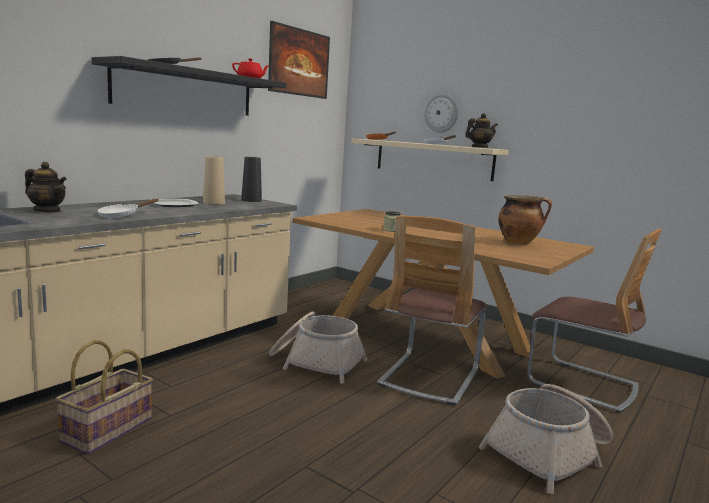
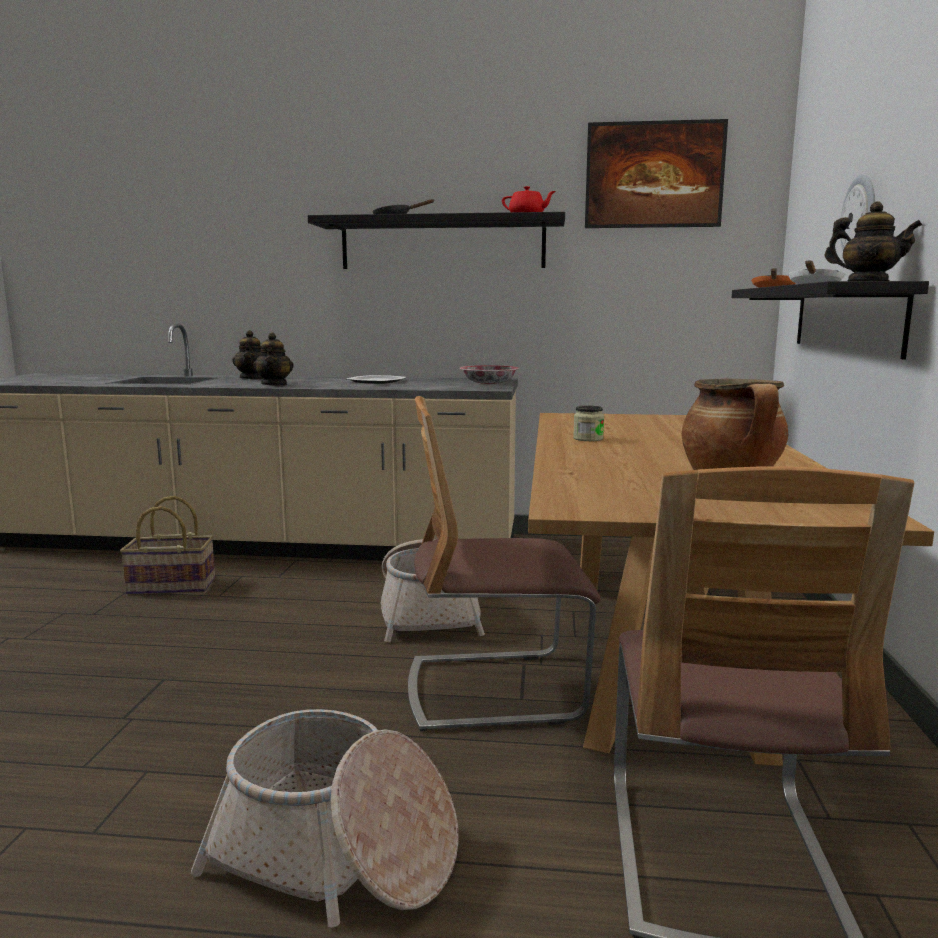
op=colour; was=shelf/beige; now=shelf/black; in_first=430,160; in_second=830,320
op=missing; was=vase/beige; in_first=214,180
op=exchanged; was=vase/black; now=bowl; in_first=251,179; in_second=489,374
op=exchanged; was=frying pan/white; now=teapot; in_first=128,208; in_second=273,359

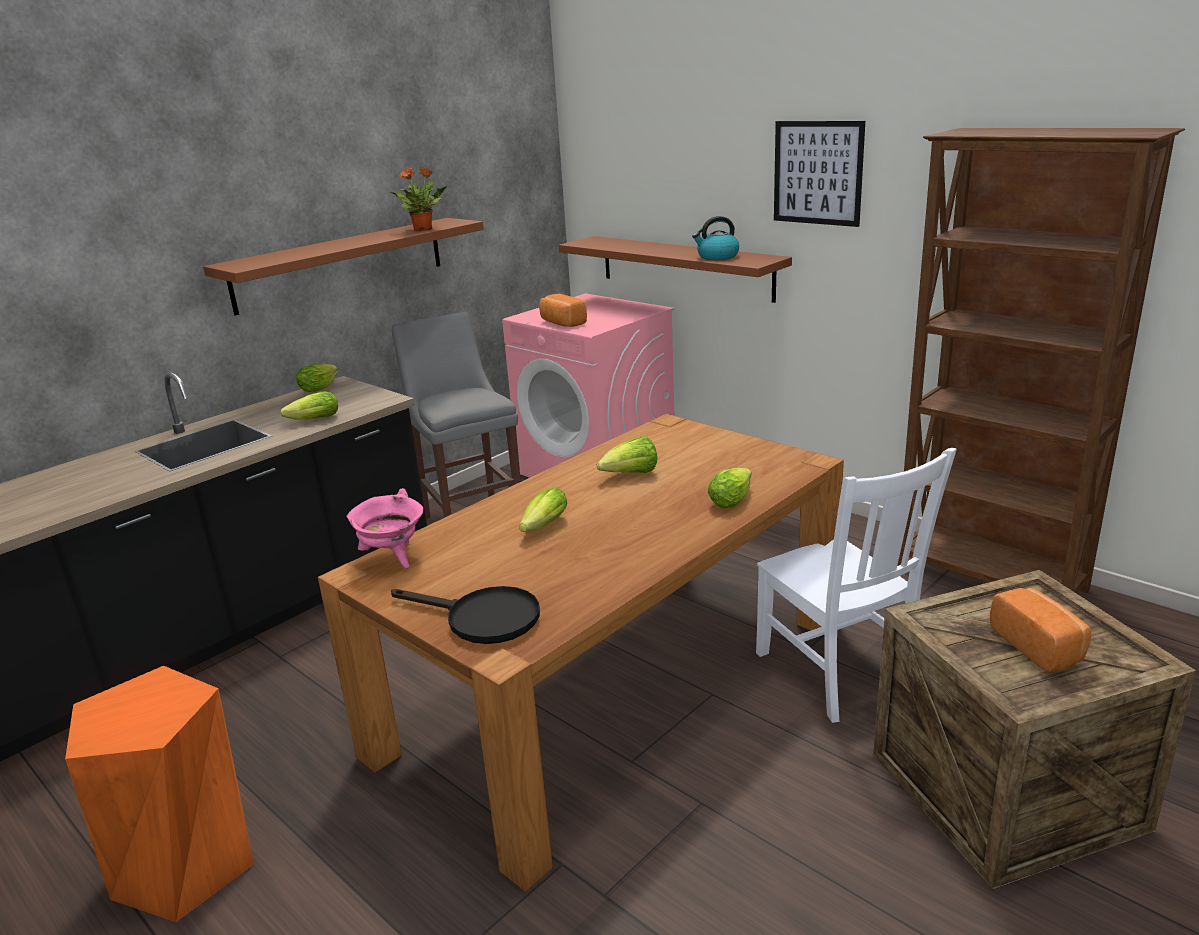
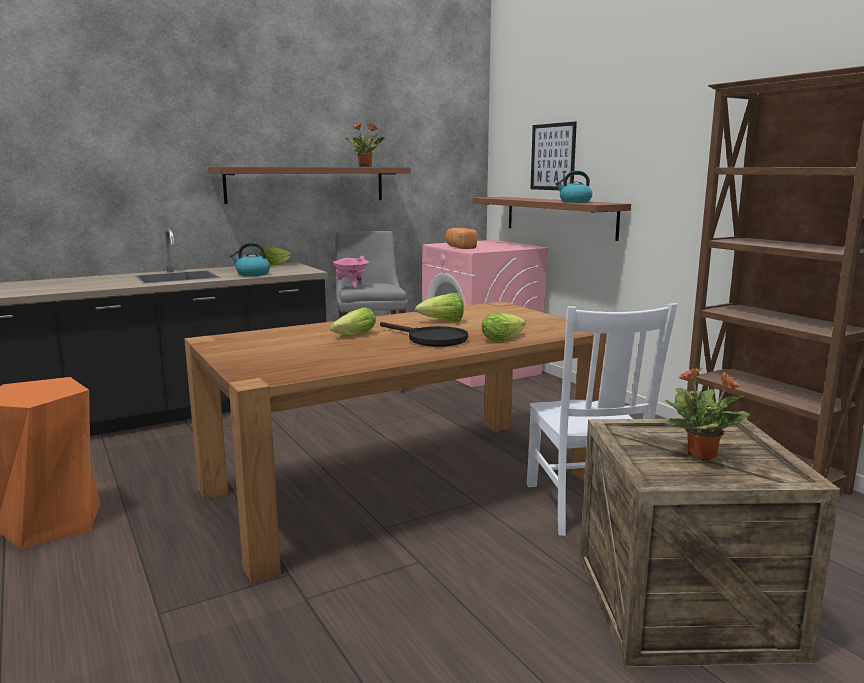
op=relocated; was=picture; in_first=819,174; in_second=554,156
op=exchanged; was=lettuce; now=kettle; in_first=309,405; in_second=250,259
op=relocated; was=cooking pot/pink; in_first=384,528; in_second=351,272
op=relocated; was=frying pan/black; in_first=465,615; in_second=424,334
op=exchanged; was=bread; now=potted plant; in_first=1040,630; in_second=707,414

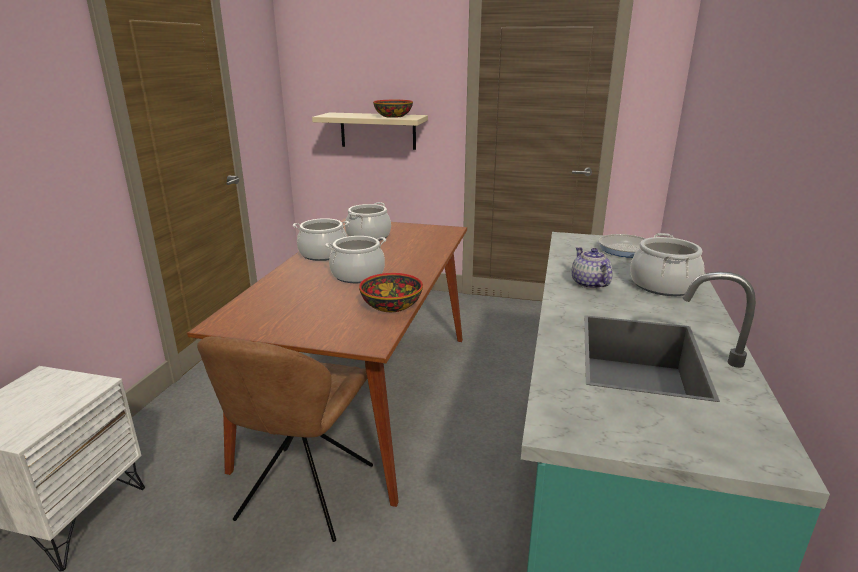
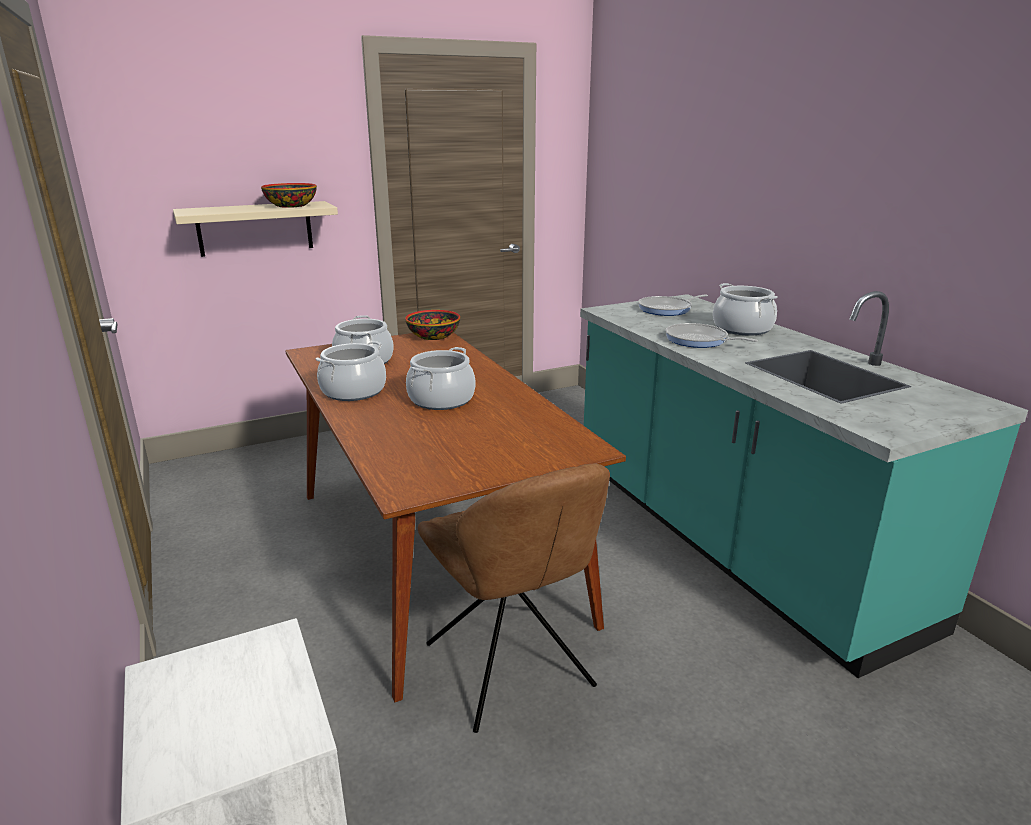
op=exchanged; was=teapot; now=frying pan; in_first=592,268; in_second=711,335
op=relocated; was=bowl; in_first=391,292; in_second=432,325

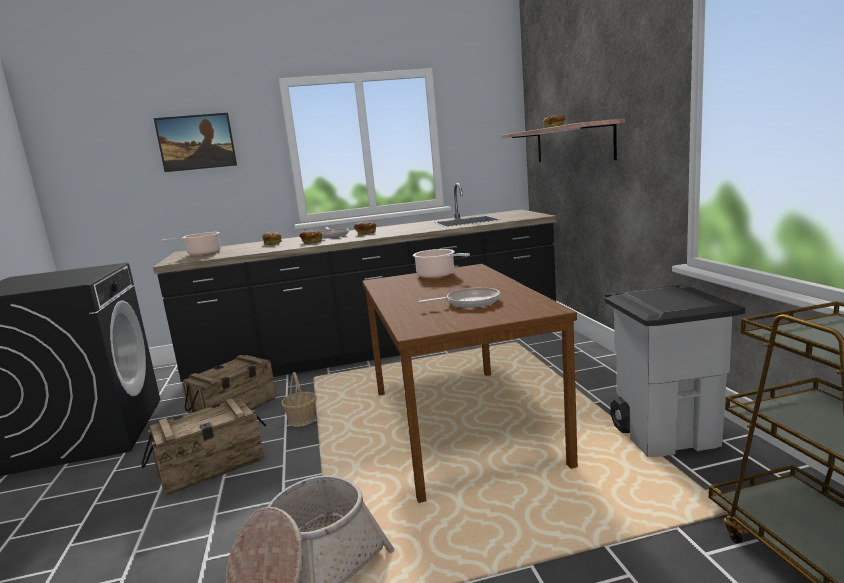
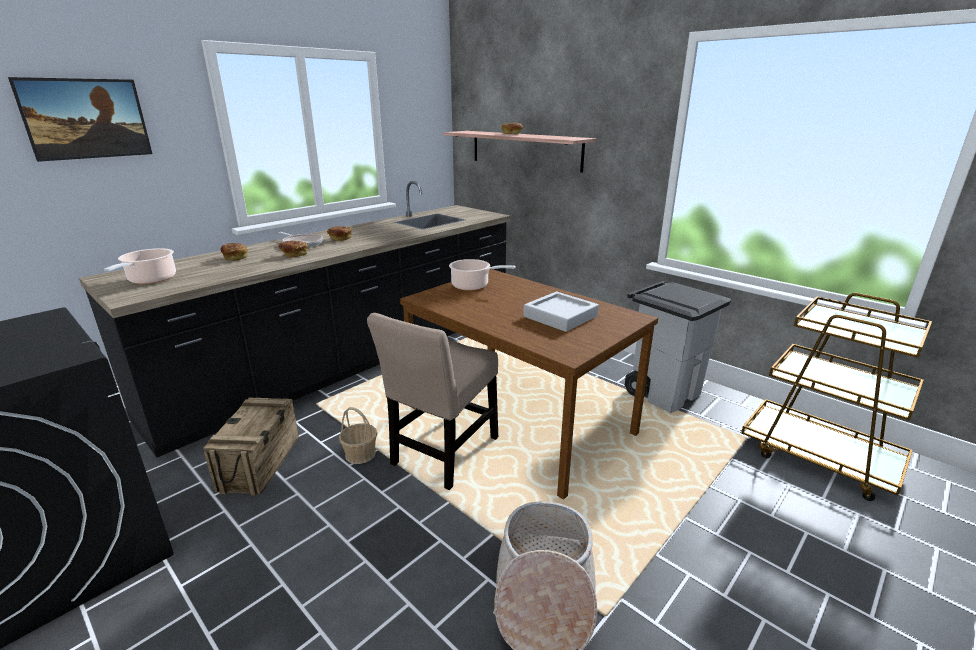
op=exchanged; was=frying pan; now=tray/grey; in_first=459,297; in_second=561,312
op=missing; was=crate; in_first=204,446
op=appeared; now=chair/beige; in_second=432,401

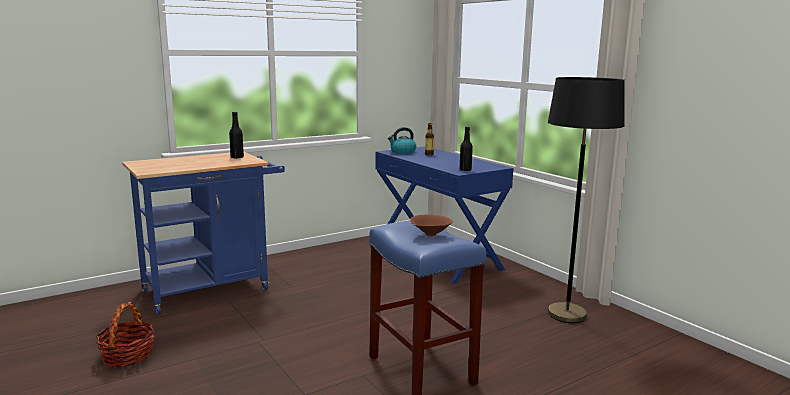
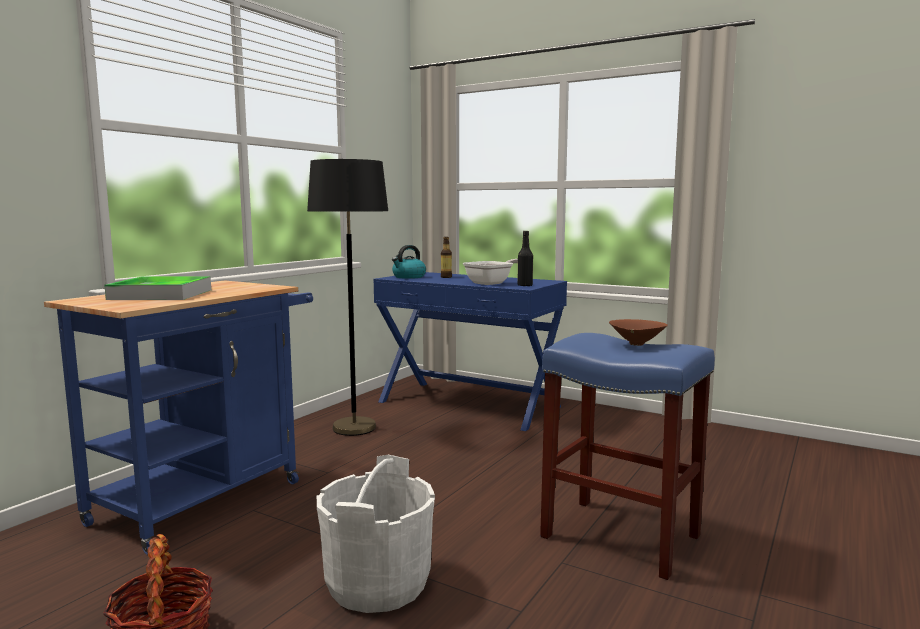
op=relocated; was=floor lamp/black; in_first=586,200; in_second=347,297
op=missing; was=bottle/black; in_first=236,135
op=appeared; now=frying pan; in_second=490,272
op=appeared; now=tray; in_second=157,288
op=appeared; now=bucket/white; in_second=376,534

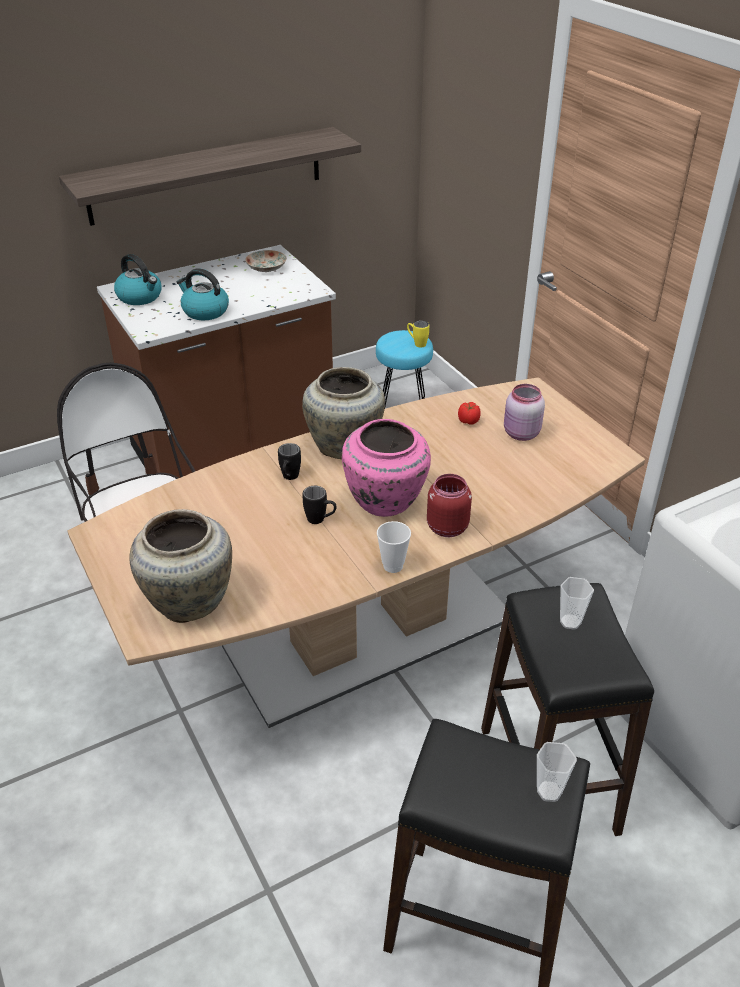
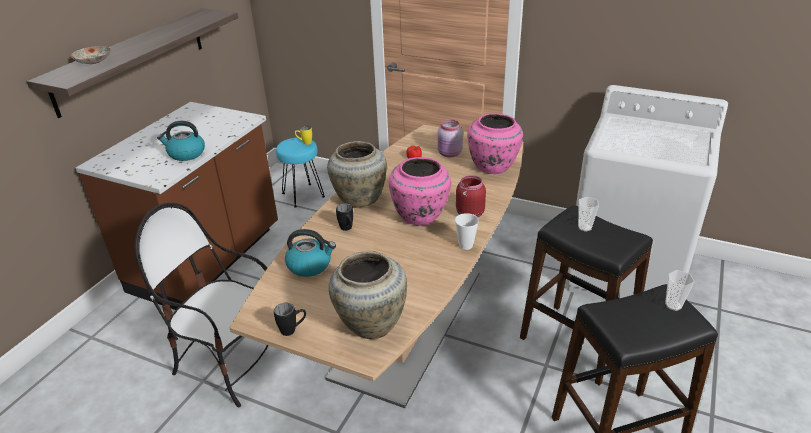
op=relocated; was=plate; in_first=266,261; in_second=91,55
op=relocated; was=kettle; in_first=138,279; in_second=310,253
op=relocated; was=mug/black; in_first=319,505; in_second=290,319
op=appeared; now=vase/pink; in_second=495,143

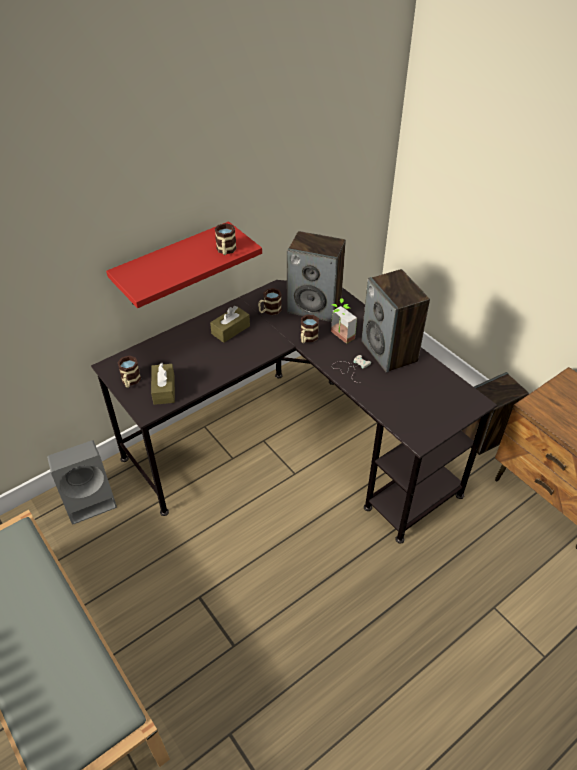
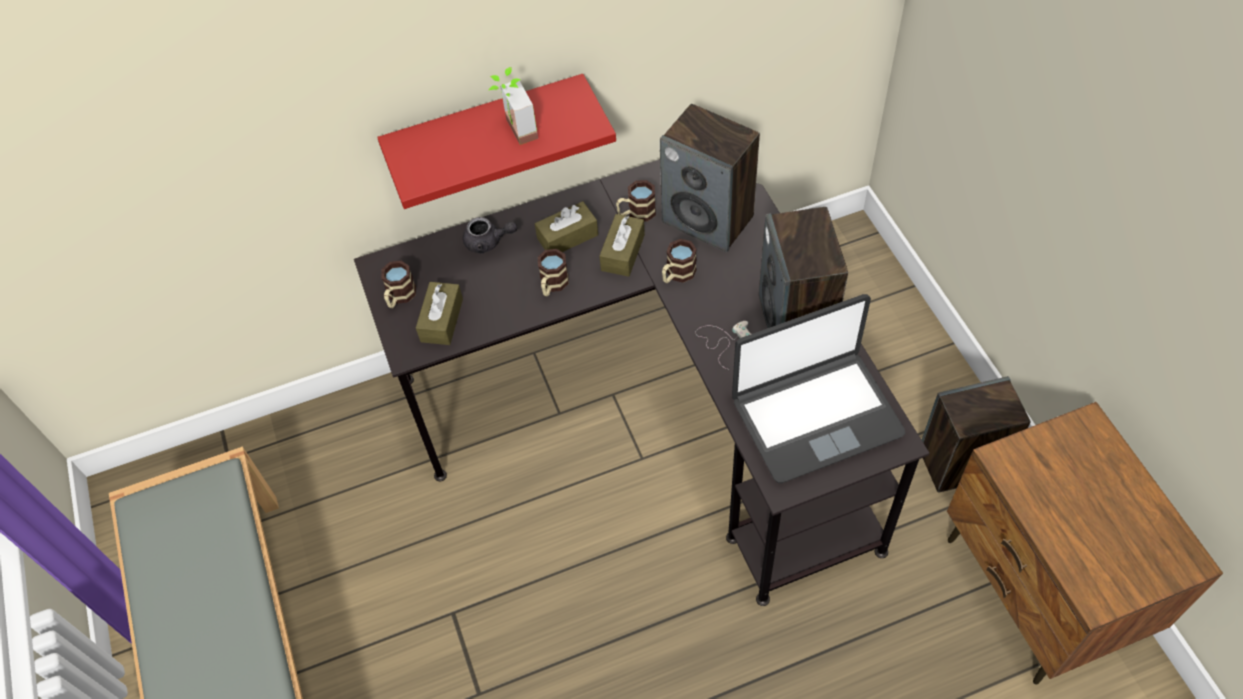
op=relocated; was=mug; in_first=226,239; in_second=553,272
op=relocated; was=potted plant; in_first=344,321; in_second=513,106
op=missing; was=speaker/grey; in_first=82,482
op=appeared; now=tissue box/brown; in_second=622,245
op=appeared; now=teapot/grey; in_second=490,235
op=appeared; now=laptop; in_second=818,388

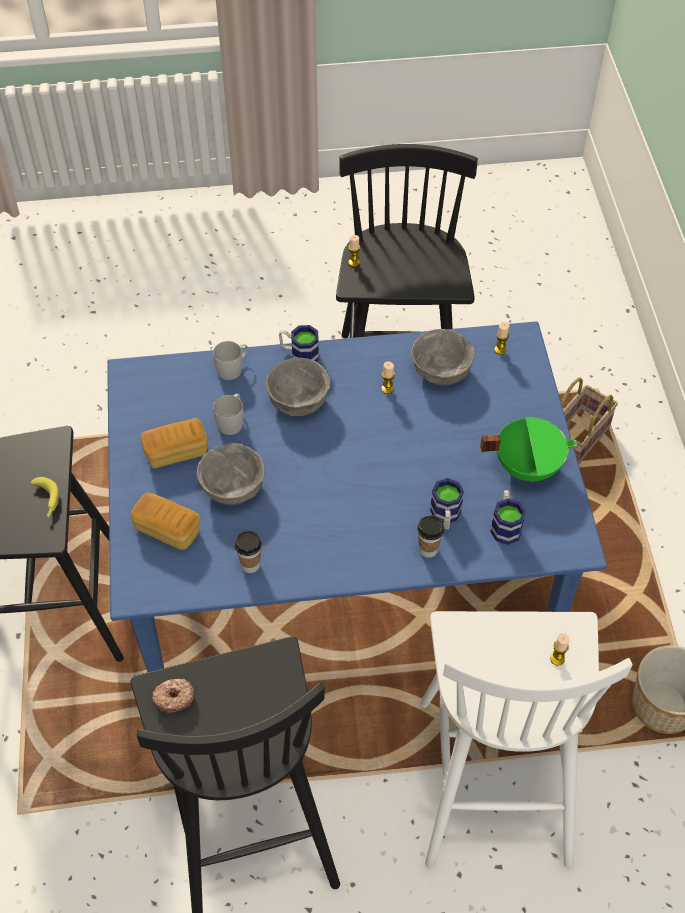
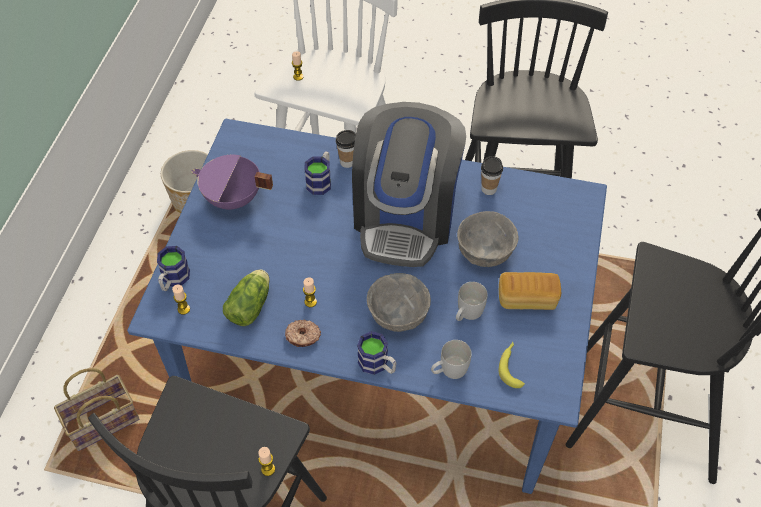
op=exchanged; was=bowl/grey; now=lettuce; in_first=443,357; in_second=246,297
op=colour; was=cooking pot/green; now=cooking pot/purple; in_first=529,449; in_second=232,182
op=relocated; was=banana; in_first=44,497; in_second=512,364
op=relocated; was=mug; in_first=508,517; in_second=173,268
op=missing; was=bread; in_first=165,521
op=relocated; was=donut; in_first=173,696; in_second=303,333
op=appeared; now=coffee machine; in_second=409,184

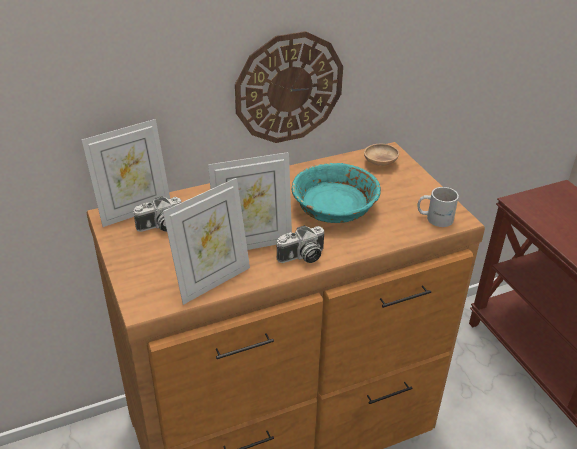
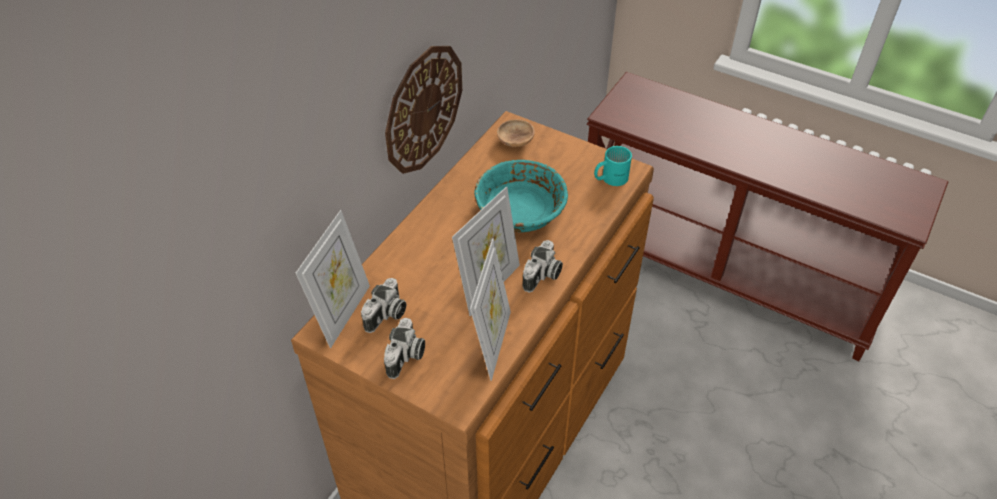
op=colour; was=mug/white; now=mug/turquoise; in_first=438,207; in_second=613,166
op=appeared; now=photo camera; in_second=404,348

